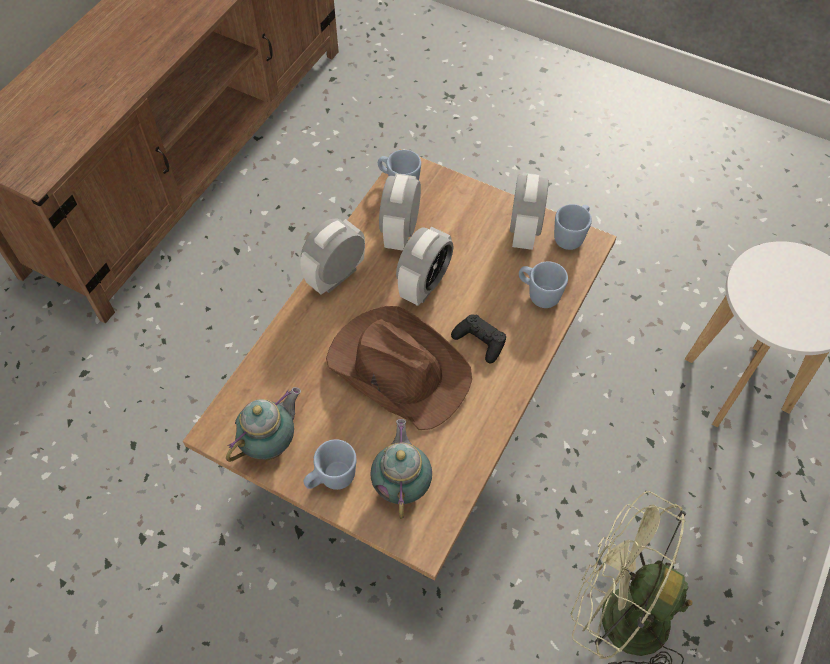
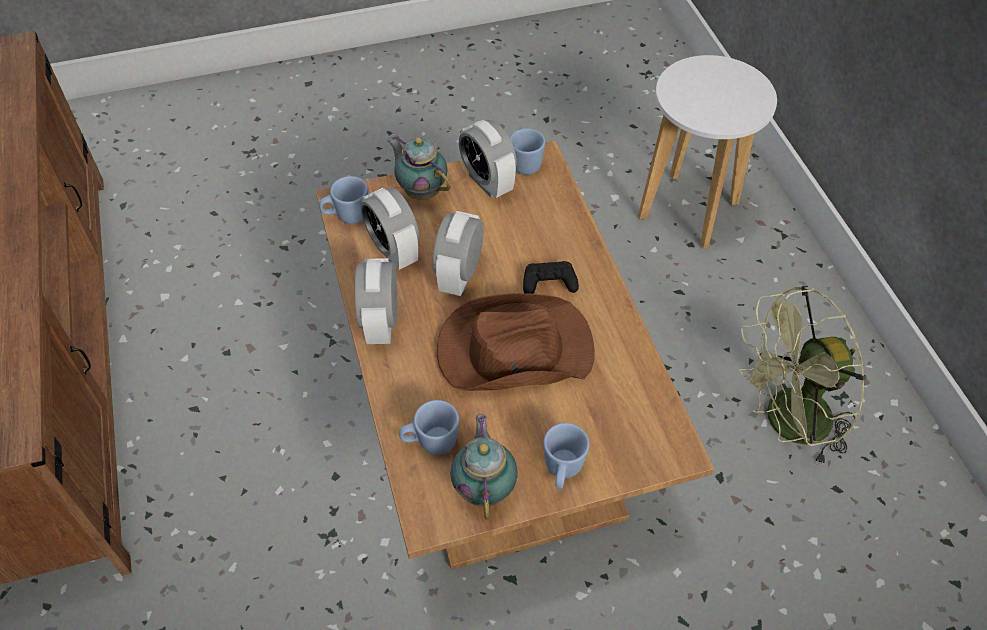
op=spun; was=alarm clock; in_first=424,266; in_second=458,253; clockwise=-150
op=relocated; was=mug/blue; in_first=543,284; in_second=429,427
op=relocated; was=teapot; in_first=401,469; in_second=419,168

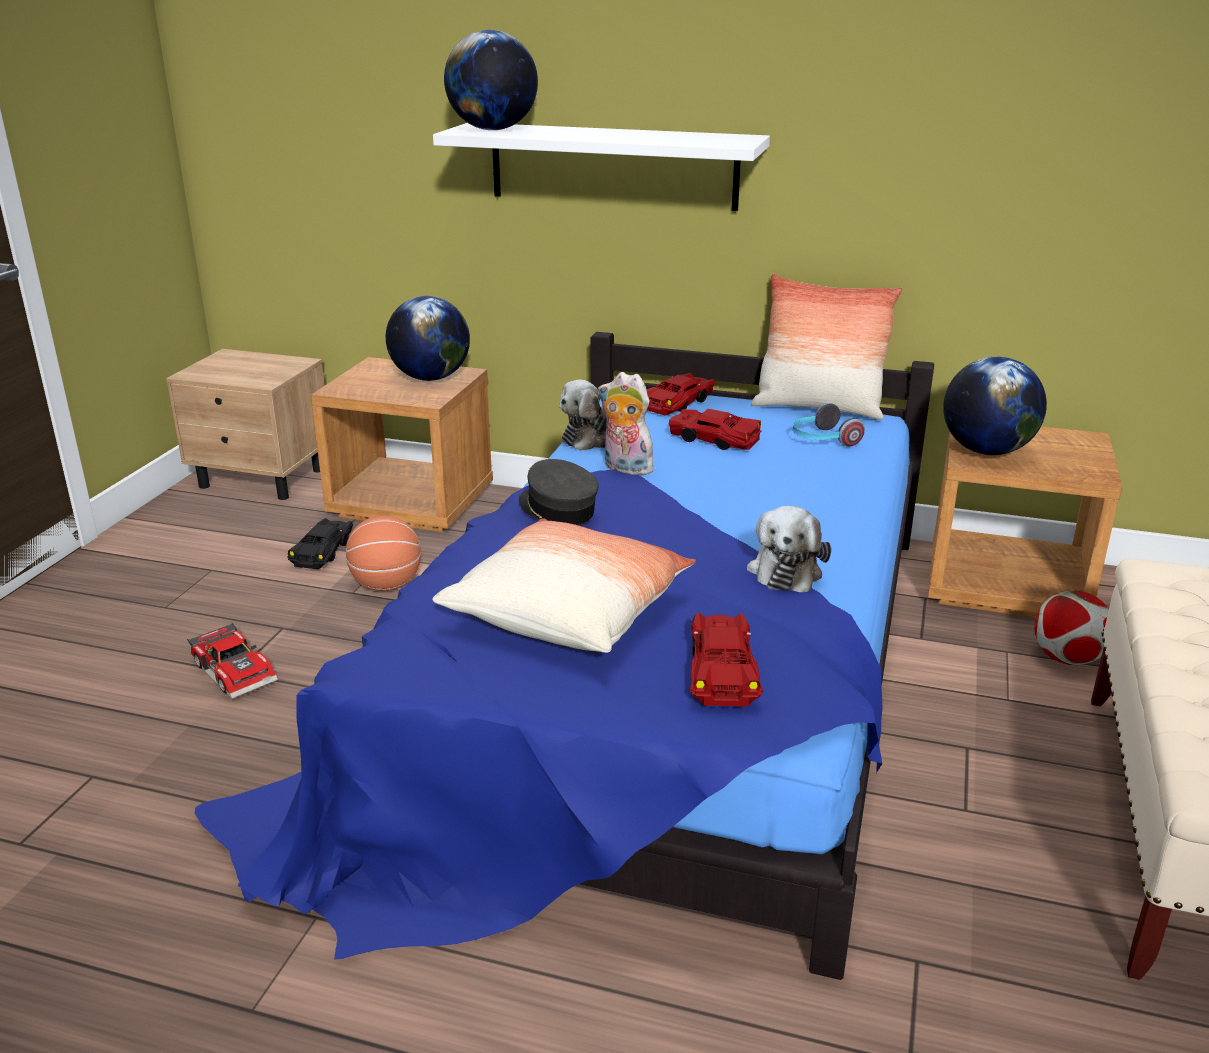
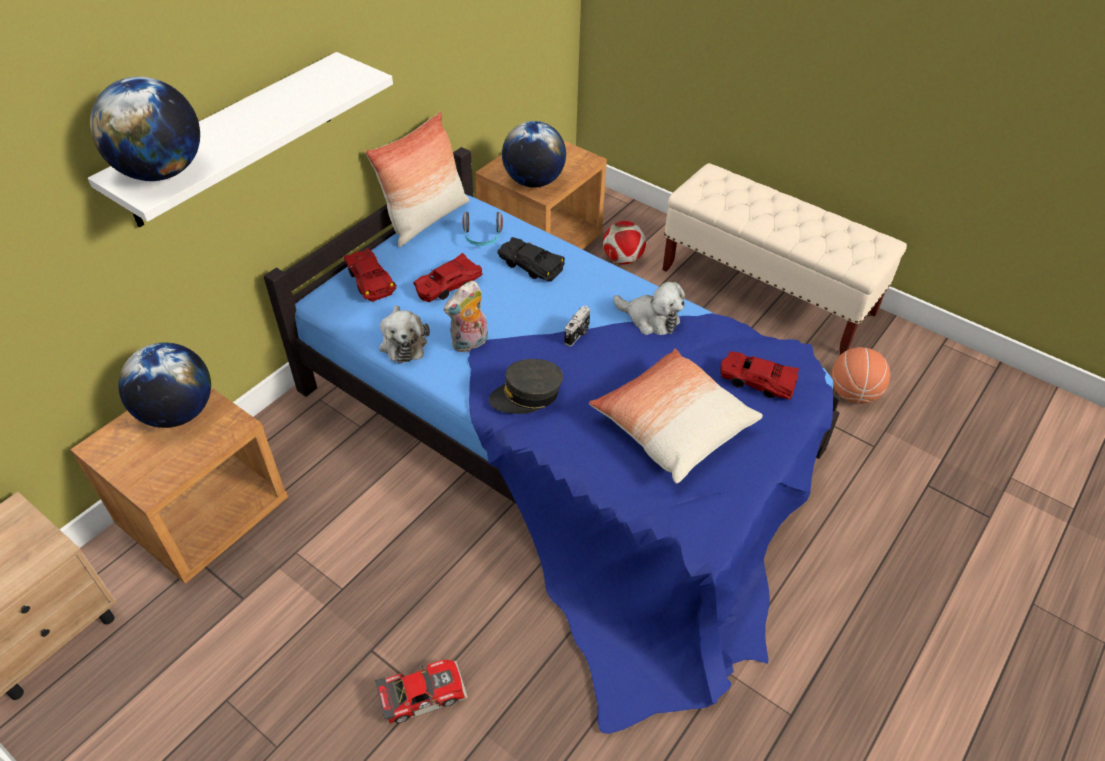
op=relocated; was=basketball; in_first=383,553; in_second=861,375
op=relocated; was=toy car/black; in_first=320,543; in_second=531,259
op=appeared; now=photo camera; in_second=577,326

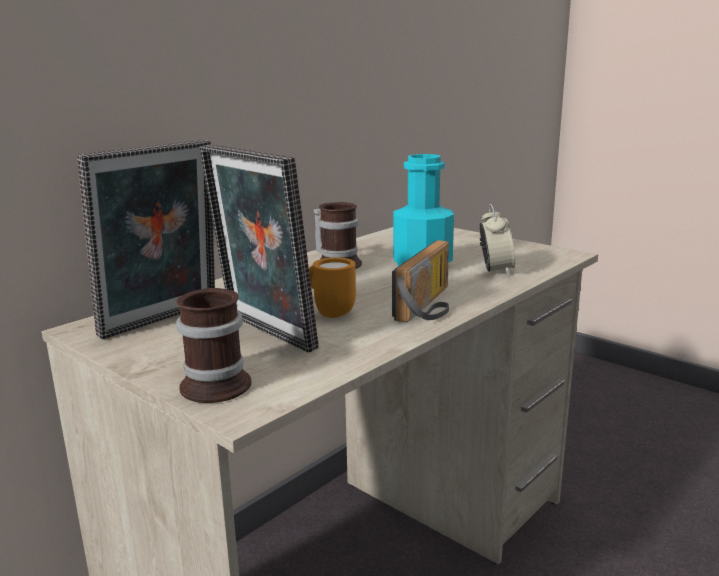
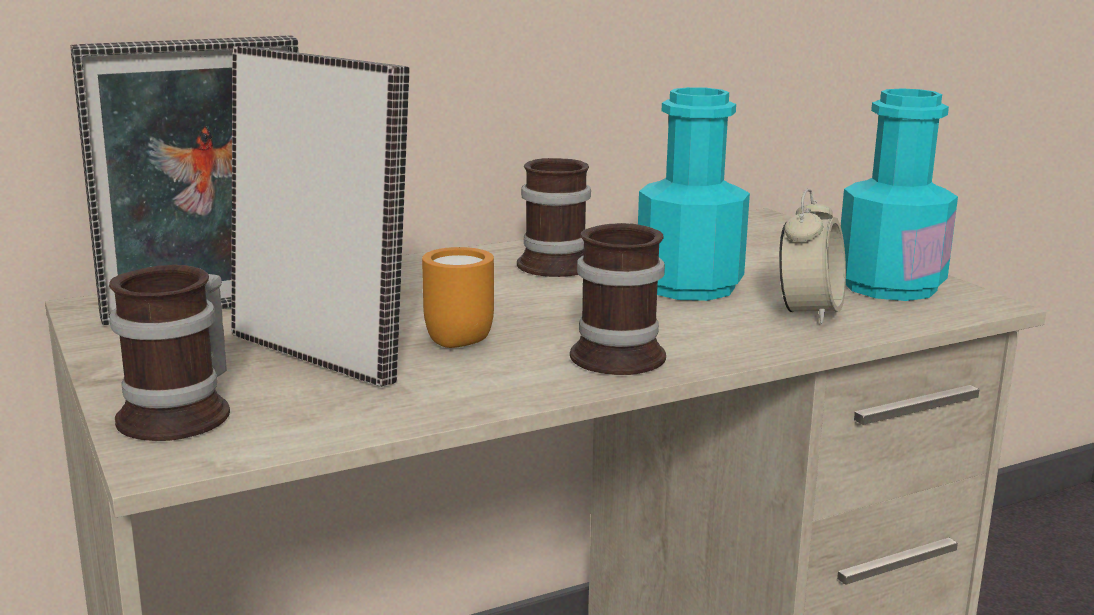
op=spun; was=picture frame; in_first=259,248; in_second=320,216; clockwise=150
op=exchanged; was=radio; now=mug; in_first=420,281; in_second=618,299
op=appeared; now=bottle/turquoise; in_second=899,194

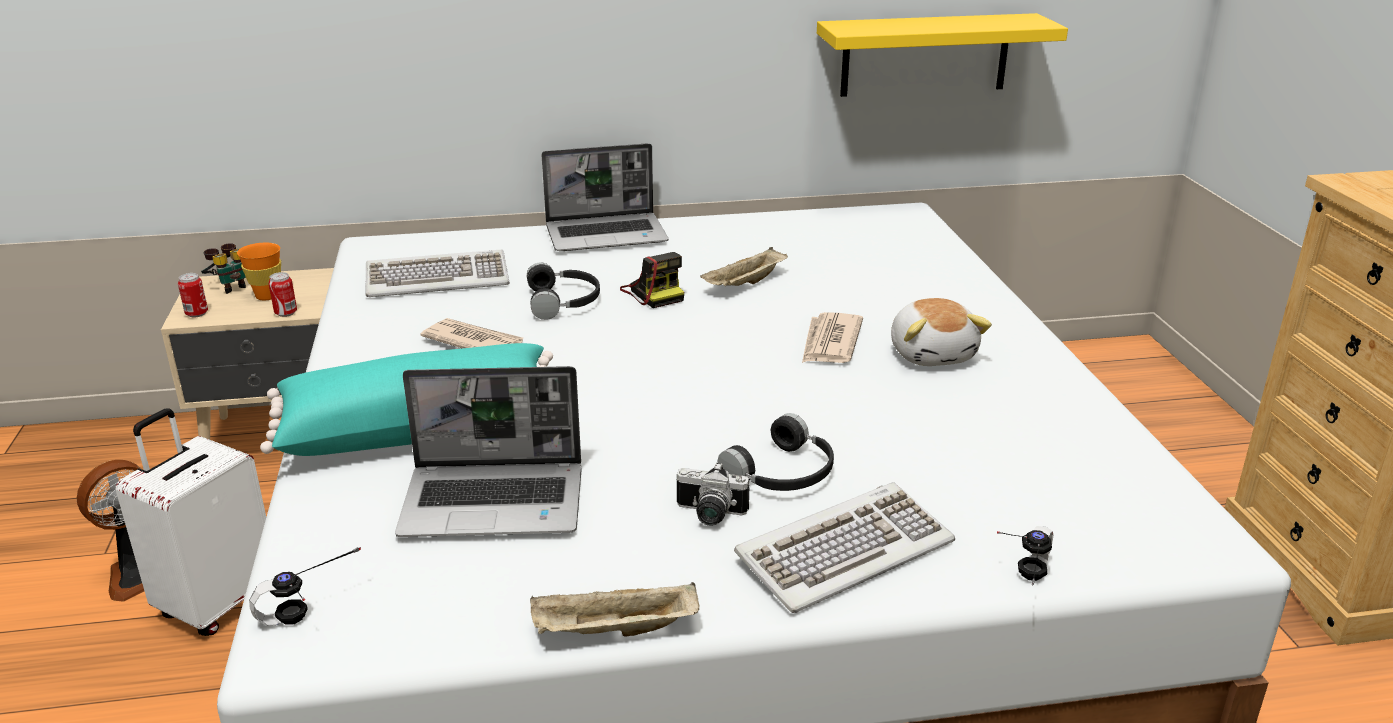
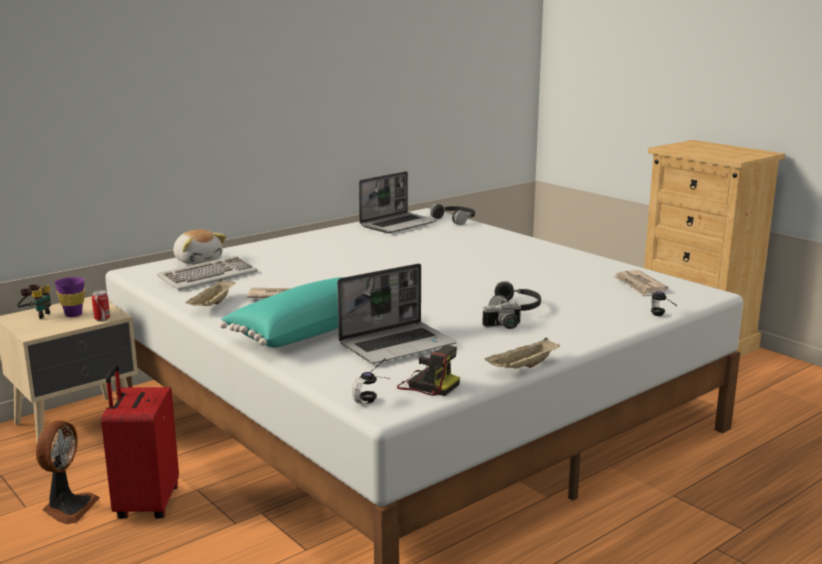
op=missing; was=shelf/yellow; in_first=942,55
op=relocated; was=laptop; in_first=605,197; in_second=398,202
op=colour; was=cup/orange; now=cup/purple; in_first=259,271; in_second=69,297
op=relocated; was=tray/beige; in_first=744,266; in_second=210,292
op=relocated; was=photo camera; in_first=652,280; in_second=428,370
op=relocated; was=headphones/black; in_first=563,291; in_second=452,214
op=missing; was=can; in_first=193,295
op=relocated; was=plush toy; in_first=941,332; in_second=200,247
op=relocated; was=newspaper; in_first=832,337; in_second=640,282
op=colour; was=suitcase/white; now=suitcase/red; in_first=191,522; in_second=140,442
op=missing; was=keyboard; in_first=844,547

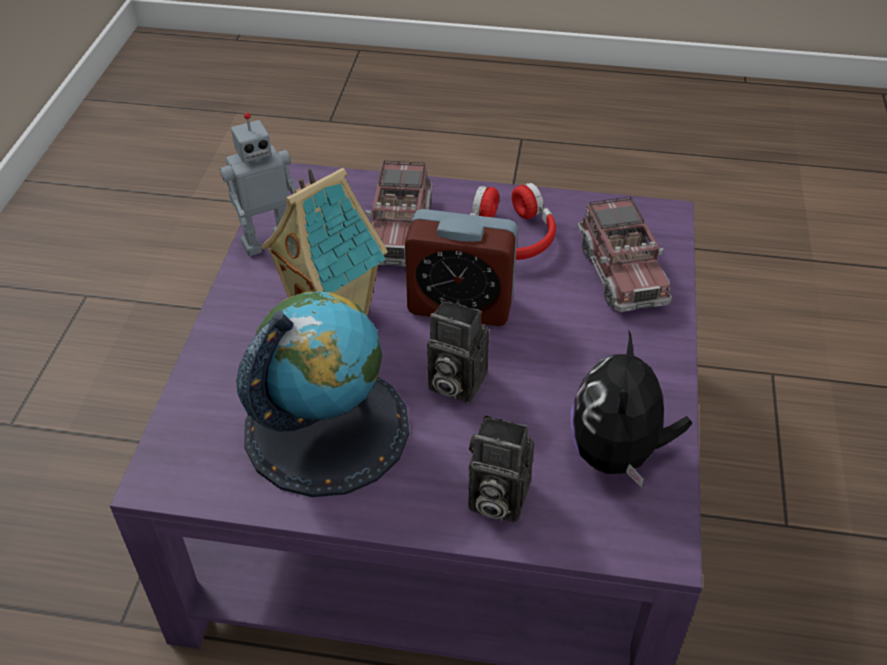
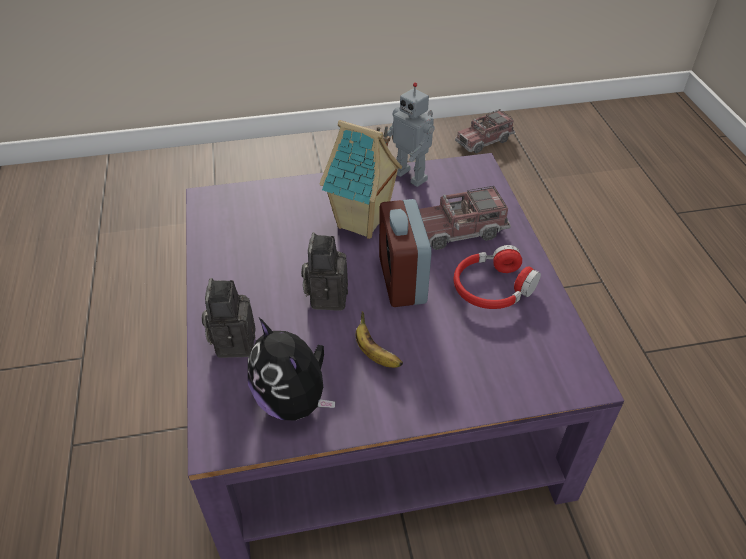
op=relocated; was=toy truck; in_first=624,254; in_second=485,131
op=missing; was=globe; in_first=322,394
op=spun; was=plush toy; in_first=631,409; in_second=291,369; clockwise=-120
op=appeared; now=banana; in_second=379,339

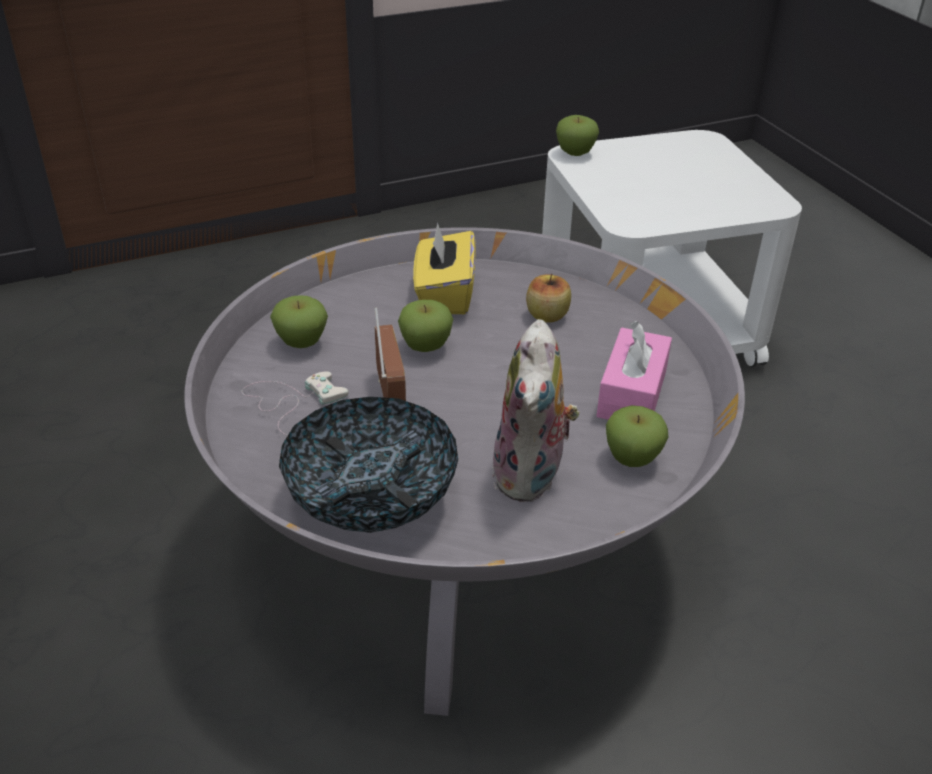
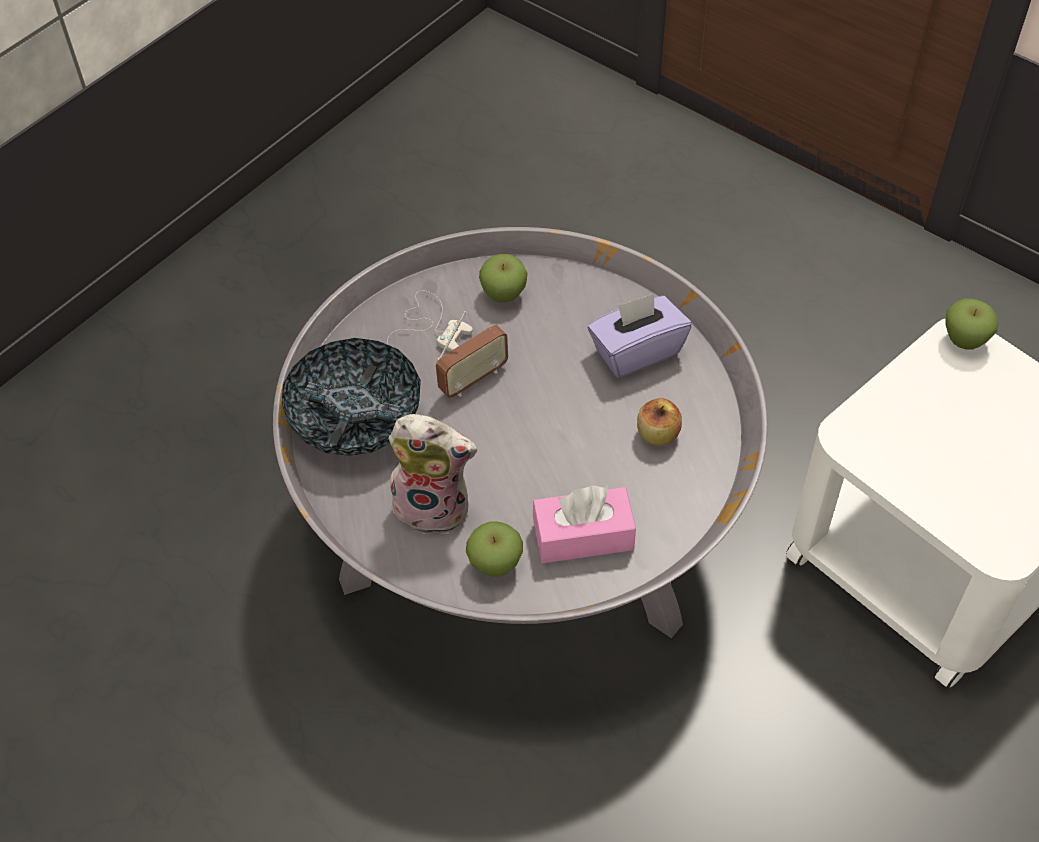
op=colour; was=tissue box/yellow; now=tissue box/purple; in_first=444,268; in_second=639,335
op=missing; was=apple; in_first=425,326
op=spun; was=plush toy; in_first=536,410; in_second=432,474; clockwise=-150

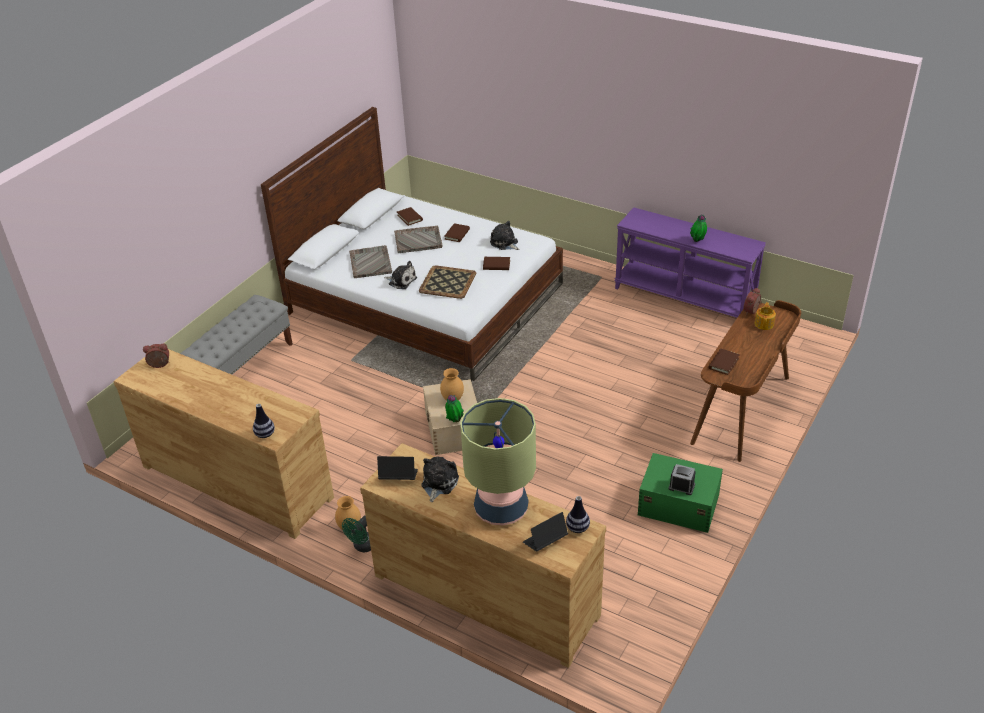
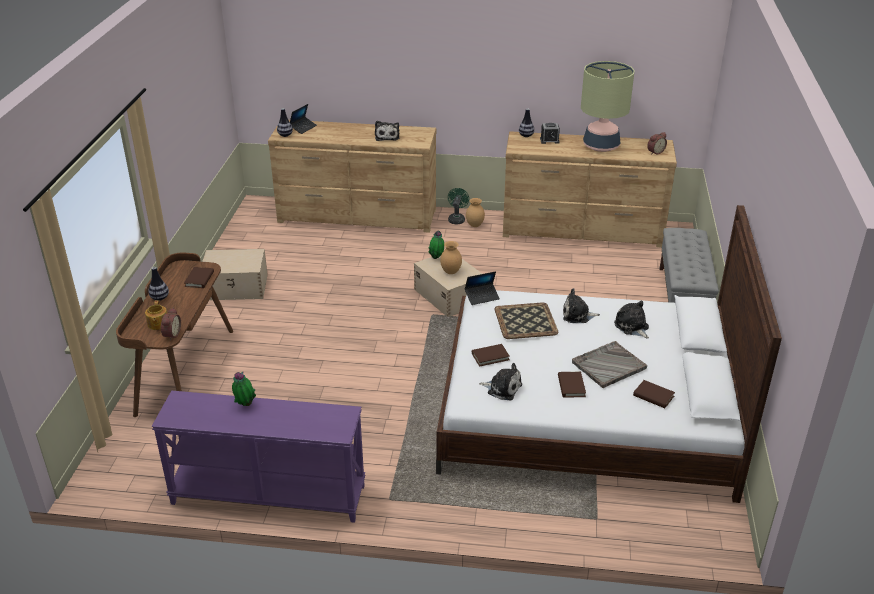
op=exchanged; was=tray/grey; now=plush toy; in_first=370,261; in_second=631,320
op=relocated; was=table lamp; in_first=498,461; in_second=608,106
op=colour; was=storage box/green; now=storage box/beige; in_first=680,493; in_second=235,274
op=relocated; was=laptop; in_first=397,468; in_second=482,288
op=relocated; was=alarm clock; in_first=682,479; in_second=550,133
op=appeared; now=vase; in_second=158,284

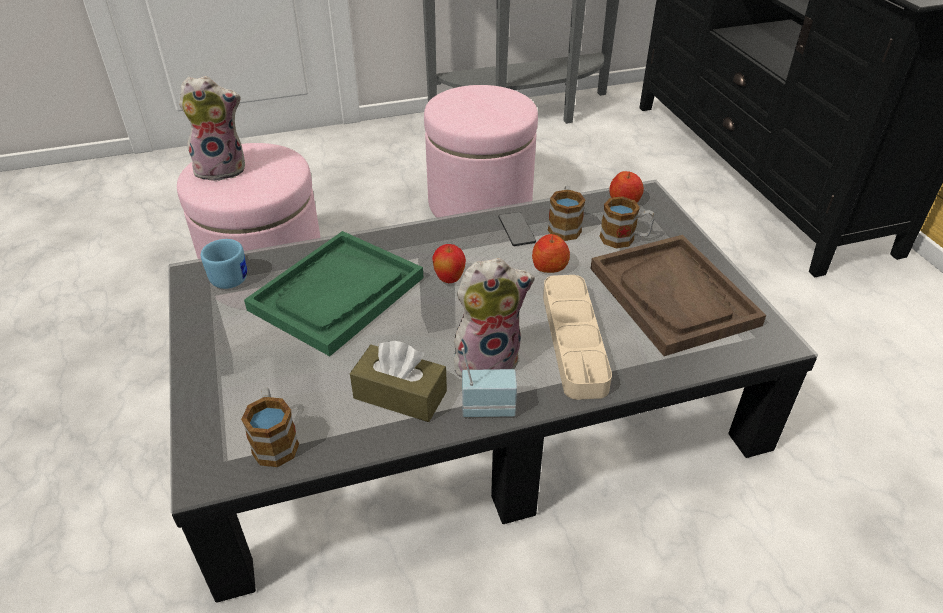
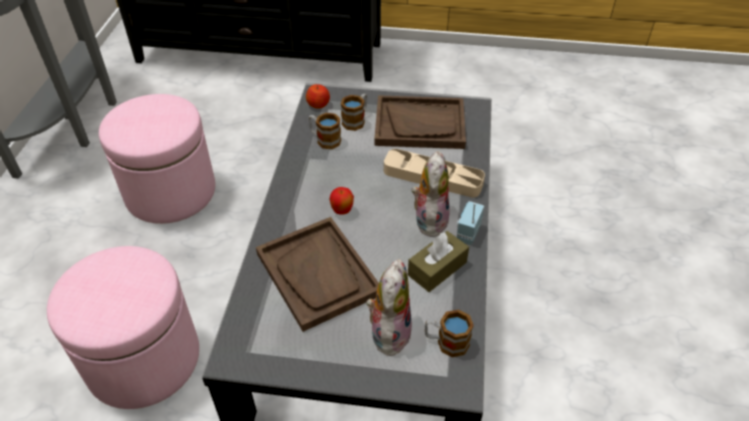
op=relocated; was=plush toy; in_first=212,128; in_second=389,307
op=missing; was=phone; in_first=517,229
op=colour; was=tray/green; now=tray/brown; in_first=333,293; in_second=317,274
op=missing; was=apple; in_first=551,253
op=missing; was=mug/blue; in_first=224,264

